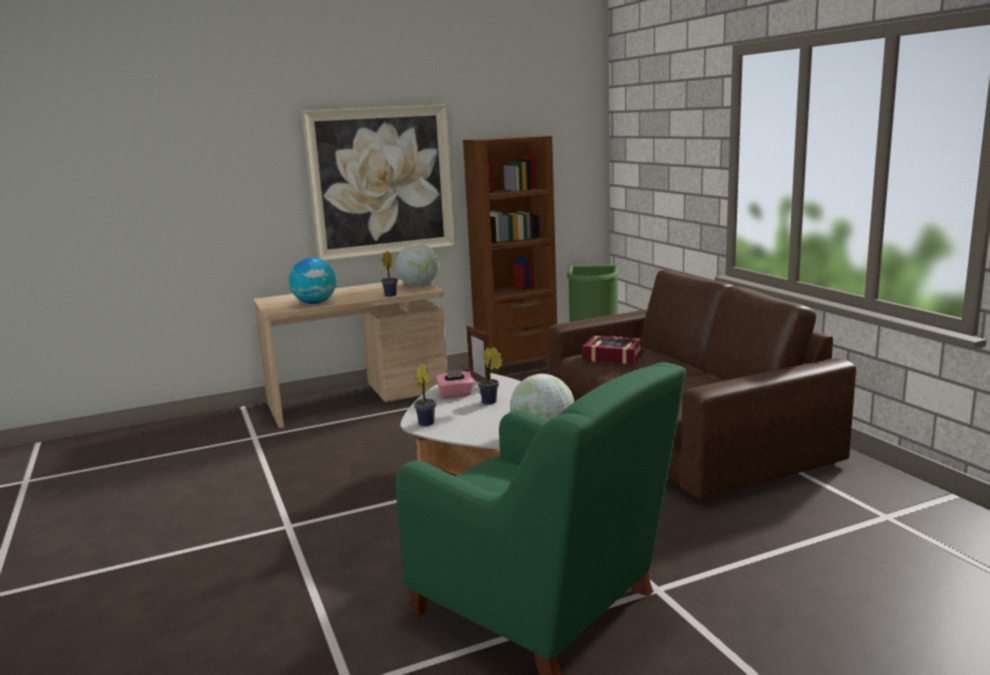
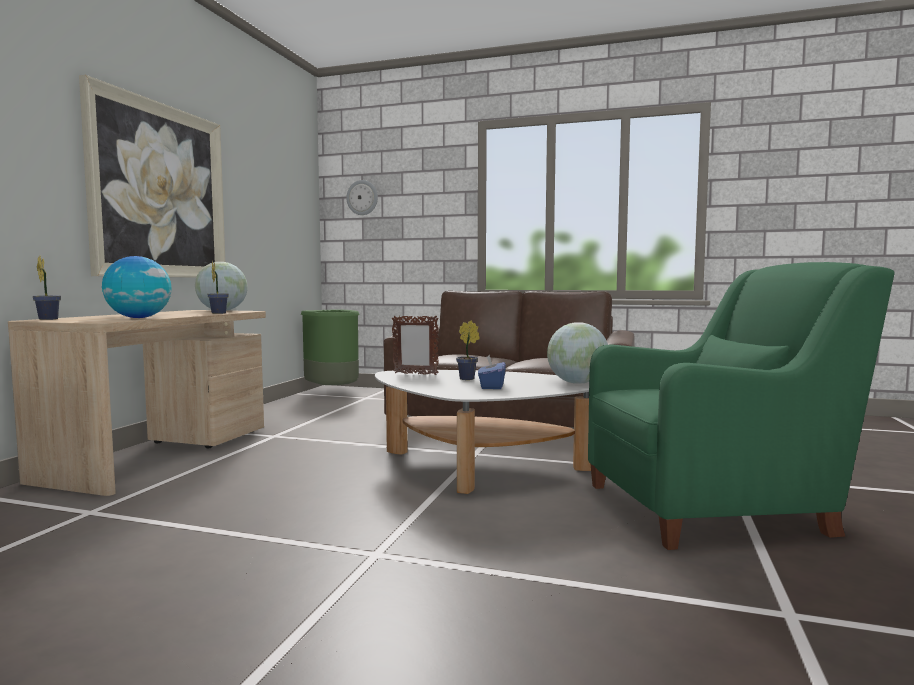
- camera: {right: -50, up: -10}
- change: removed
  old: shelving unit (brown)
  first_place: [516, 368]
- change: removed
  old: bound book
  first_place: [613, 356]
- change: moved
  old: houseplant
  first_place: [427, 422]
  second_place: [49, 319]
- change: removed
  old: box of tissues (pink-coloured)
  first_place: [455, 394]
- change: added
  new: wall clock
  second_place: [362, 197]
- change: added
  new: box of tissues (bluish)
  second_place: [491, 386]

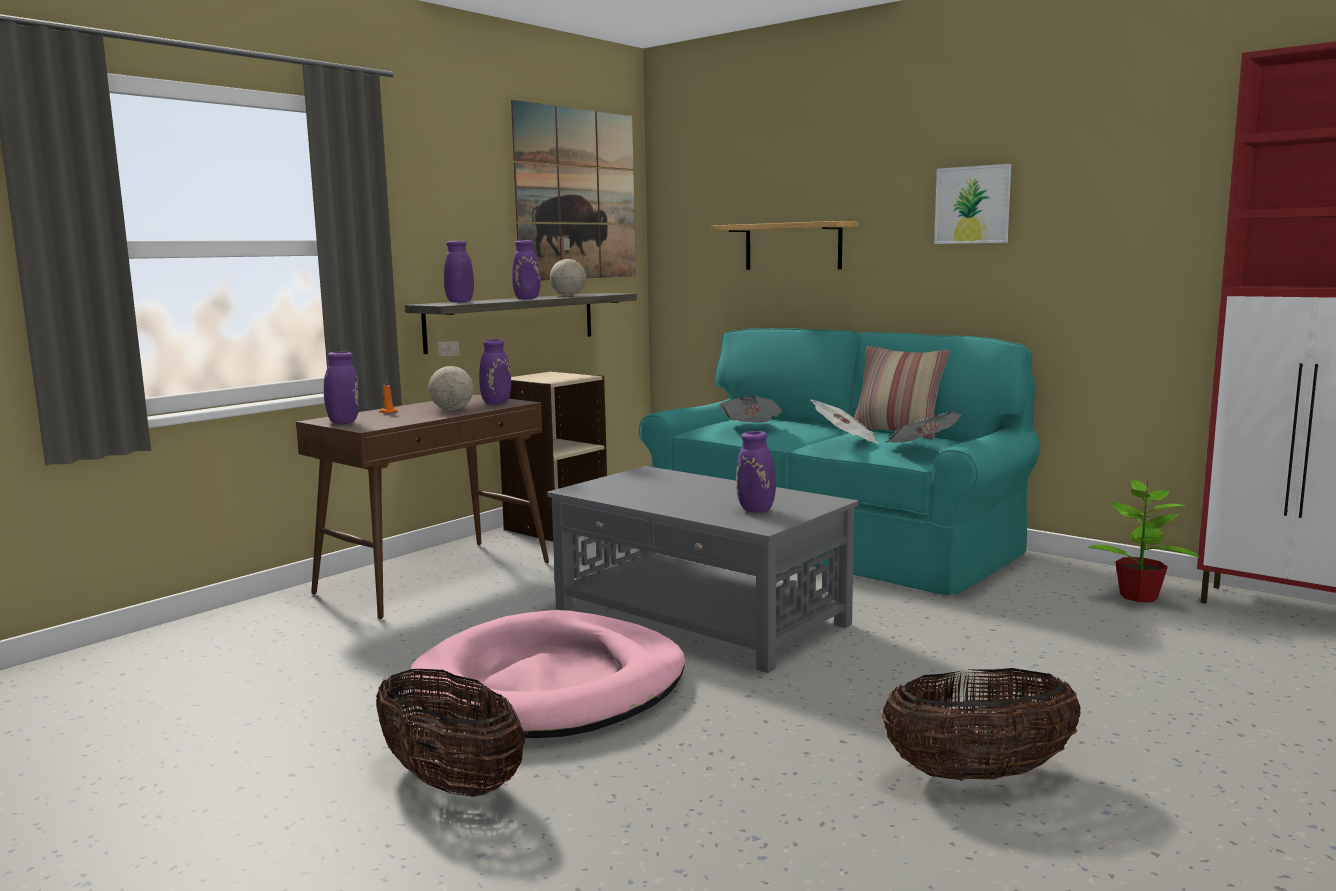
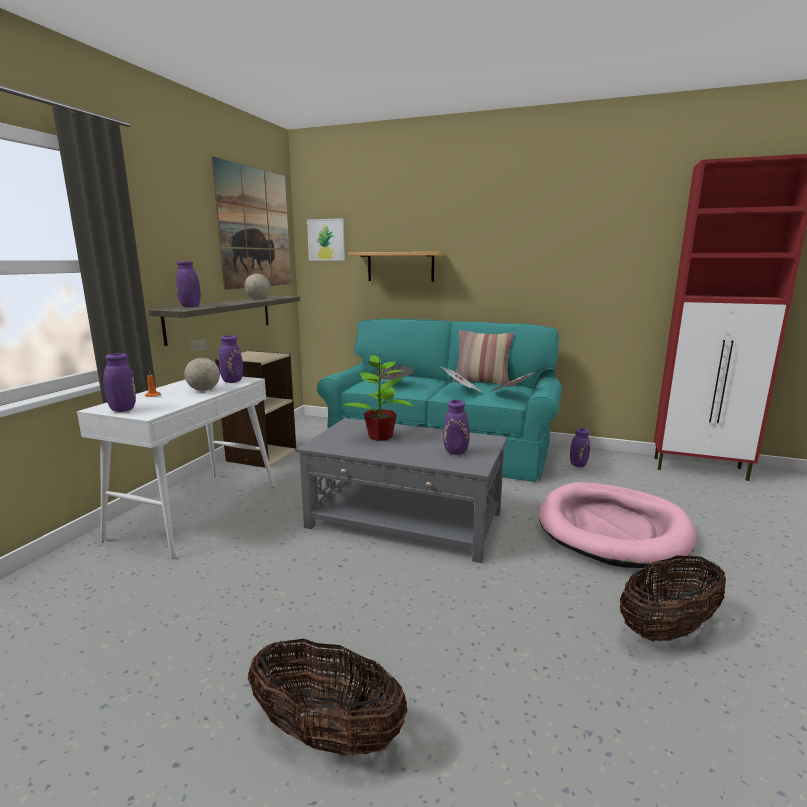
- camera: {right: -20, up: 5}
- change: moved
  old: wall picture
  first_place: [972, 205]
  second_place: [326, 240]
- change: moved
  old: vase (purple-coloured)
  first_place: [528, 299]
  second_place: [578, 465]
- change: recoloured
  old: narrow table (brown)
  new: narrow table (white-coloured)
  first_place: [435, 577]
  second_place: [197, 510]
- change: moved
  old: houseplant
  first_place: [1138, 597]
  second_place: [380, 437]
- change: moved
  old: pet bed (pink-coloured)
  first_place: [551, 685]
  second_place: [613, 529]

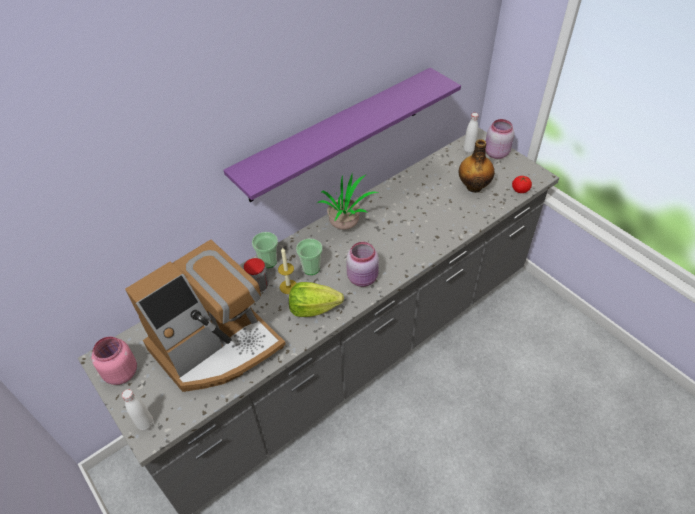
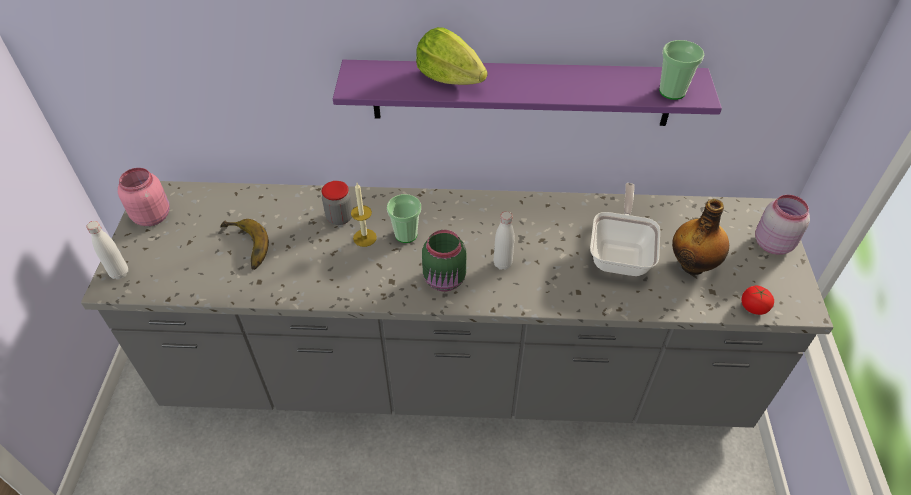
- camera: {right: 40, up: 0}
- change: moved
  old: beverage bottle (white-coloured)
  first_place: [468, 150]
  second_place: [502, 264]
- change: removed
  old: houseplant
  first_place: [346, 225]
- change: moved
  old: small cup
  first_place: [268, 261]
  second_place: [672, 92]
- change: replaced
  old: coffee machine
  new: banana fruit
  first_place: [216, 346]
  second_place: [243, 247]
- change: recoloured
  old: preserve jar (pink-coloured)
  new: preserve jar (green-coloured)
  first_place: [363, 278]
  second_place: [445, 280]
- change: moved
  old: head of lettuce
  first_place: [313, 308]
  second_place: [450, 78]
- change: added
  new: frying pan
  second_place: [621, 254]

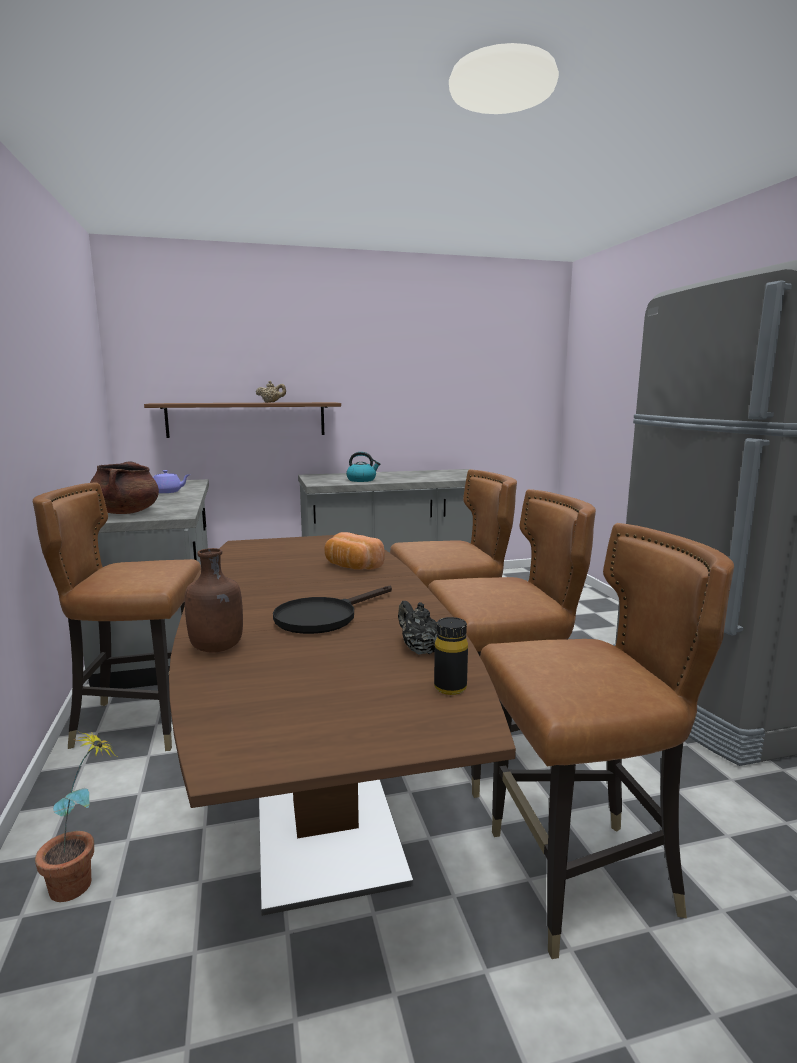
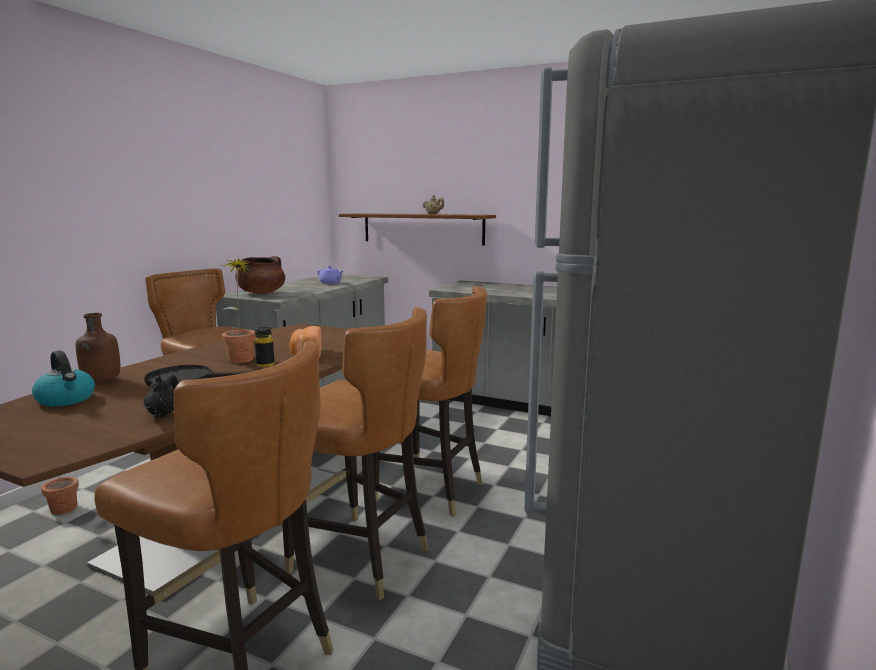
- camera: {right: 40, up: 0}
- change: moved
  old: kettle
  first_place: [362, 480]
  second_place: [66, 399]
- change: moved
  old: beverage bottle (black-coloured)
  first_place: [450, 688]
  second_place: [265, 365]
- change: added
  new: houseplant
  second_place: [242, 357]

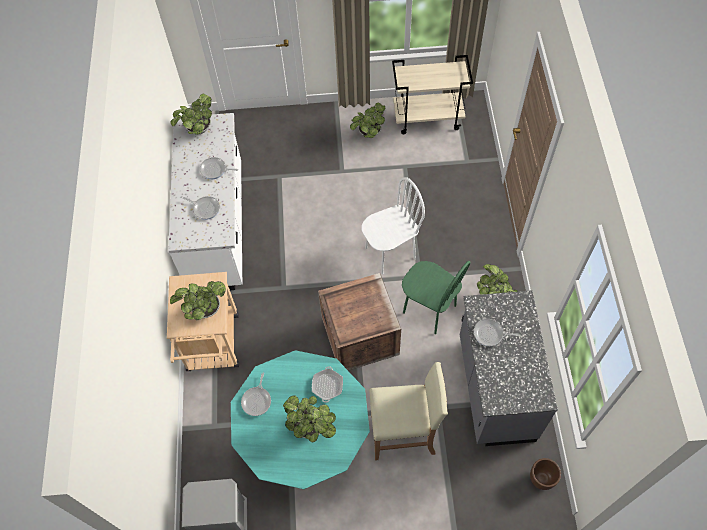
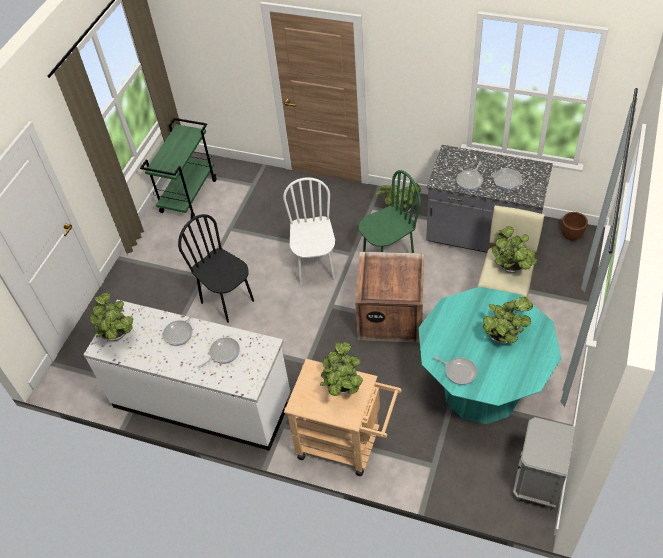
- camera: {right: -65, up: -10}
- change: recoloured
  old: cart (beige)
  new: cart (green-coloured)
  first_place: [428, 118]
  second_place: [188, 195]
- change: moved
  old: houseplant
  first_place: [368, 134]
  second_place: [512, 269]
- change: moved
  old: frying pan
  first_place: [327, 386]
  second_place: [507, 181]
- change: added
  new: upright chair (black-coloured)
  second_place: [228, 301]

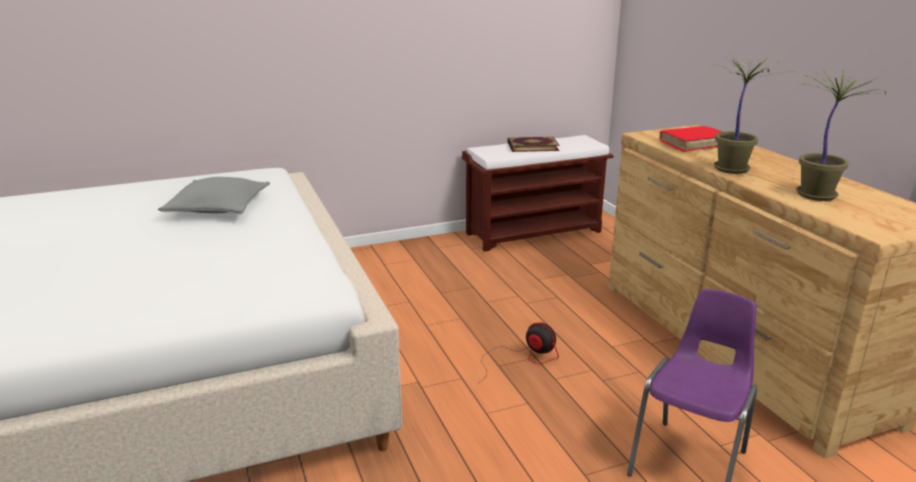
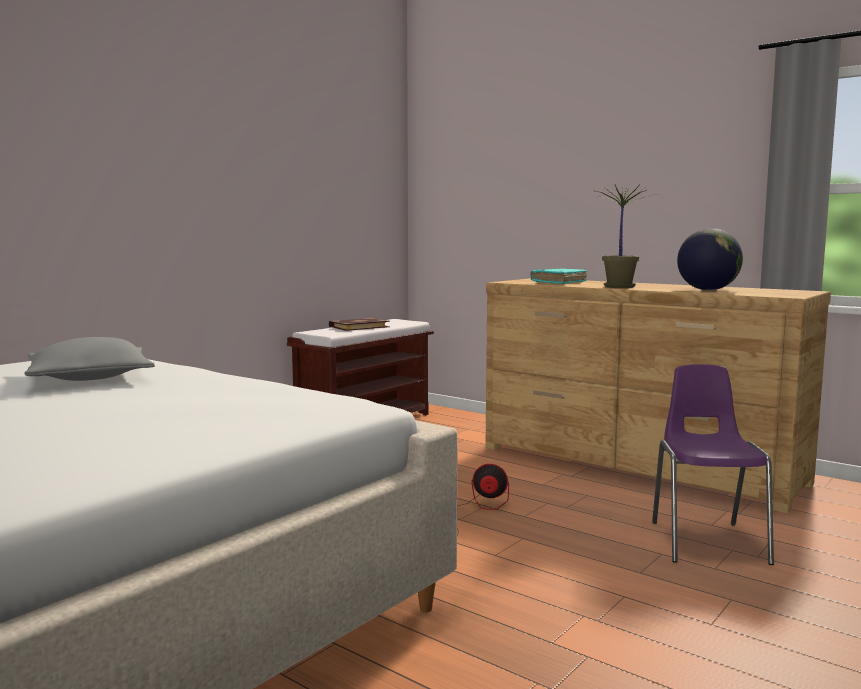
- camera: {right: -30, up: -15}
- change: replaced
  old: houseplant
  new: desk globe
  first_place: [817, 195]
  second_place: [708, 290]
- change: recoloured
  old: bound book (red-coloured)
  new: bound book (turquoise-coloured)
  first_place: [693, 145]
  second_place: [558, 282]

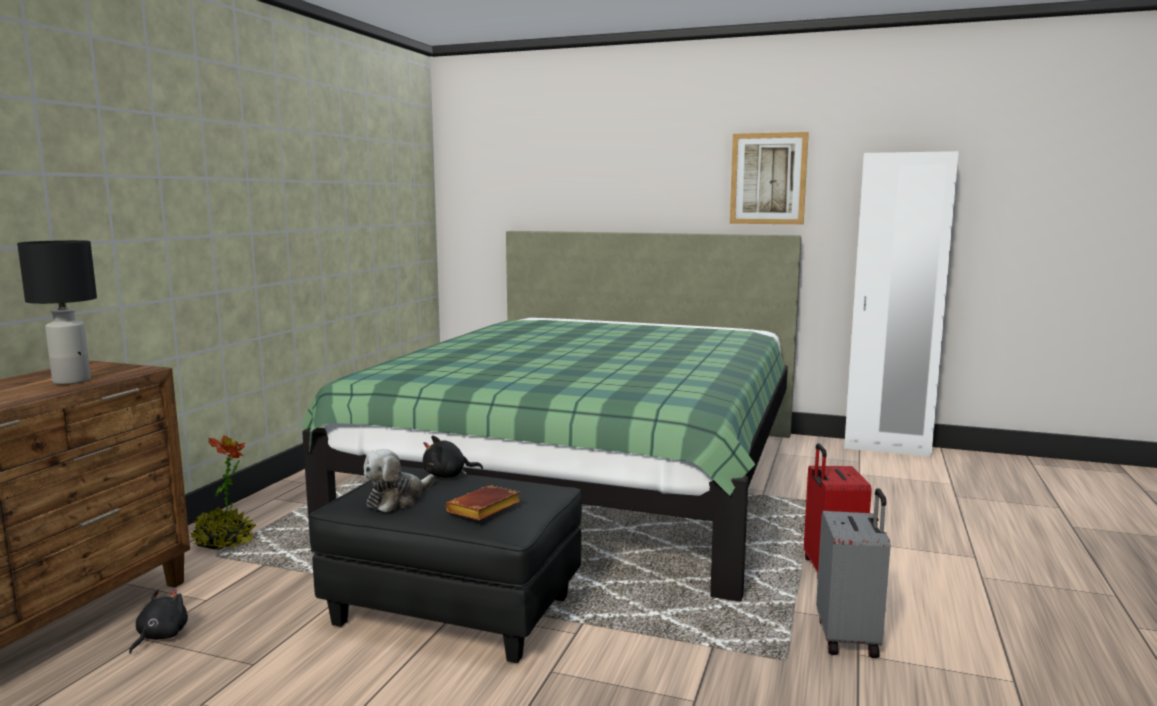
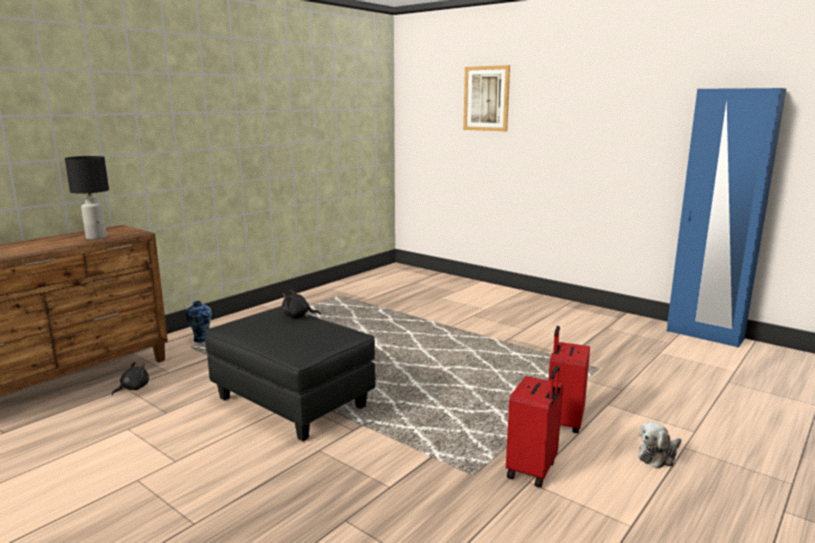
- camera: {right: 20, up: 5}
- change: moved
  old: wall picture
  first_place: [768, 179]
  second_place: [486, 98]
- change: recoloured
  old: armoire (white-coloured)
  new: armoire (bluish)
  first_place: [886, 448]
  second_place: [704, 335]
- change: removed
  old: bed (green-coloured)
  first_place: [588, 476]
- change: replaced
  old: houseplant
  new: vase
  first_place: [224, 542]
  second_place: [201, 339]
- change: moved
  old: soft toy
  first_place: [397, 499]
  second_place: [658, 456]
- change: removed
  old: bound book (brown)
  first_place: [484, 510]
- change: recoloured
  old: piece of luggage (greyish)
  new: piece of luggage (red-coloured)
  first_place: [849, 638]
  second_place: [533, 470]

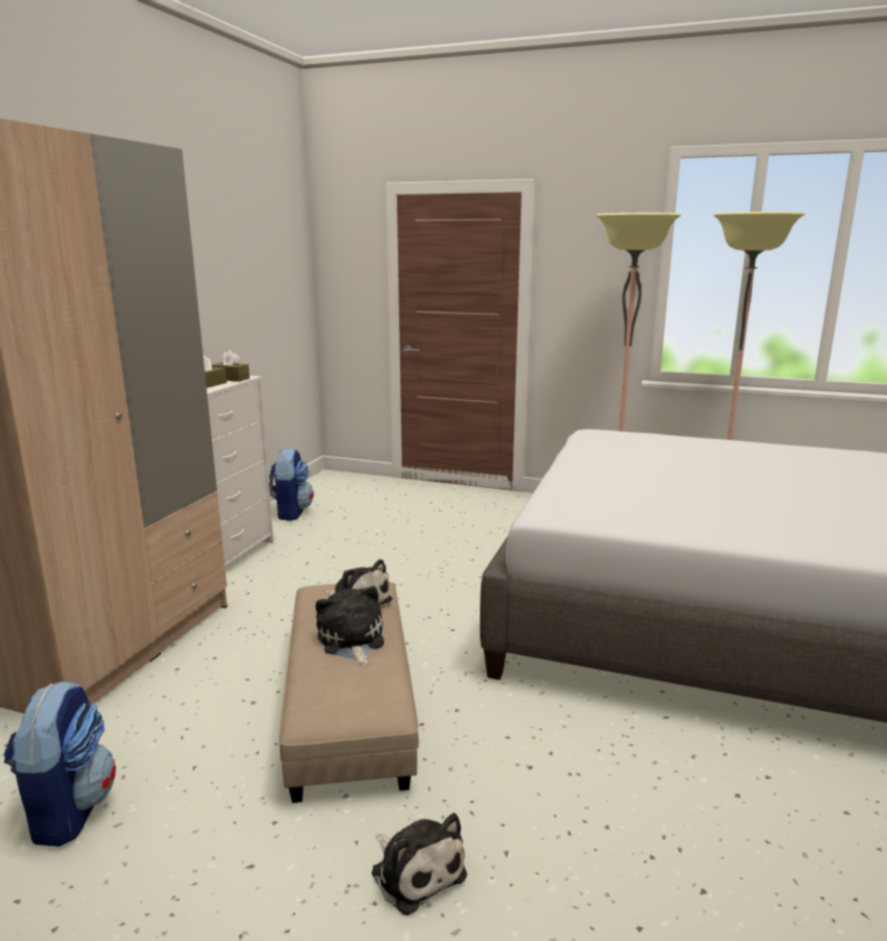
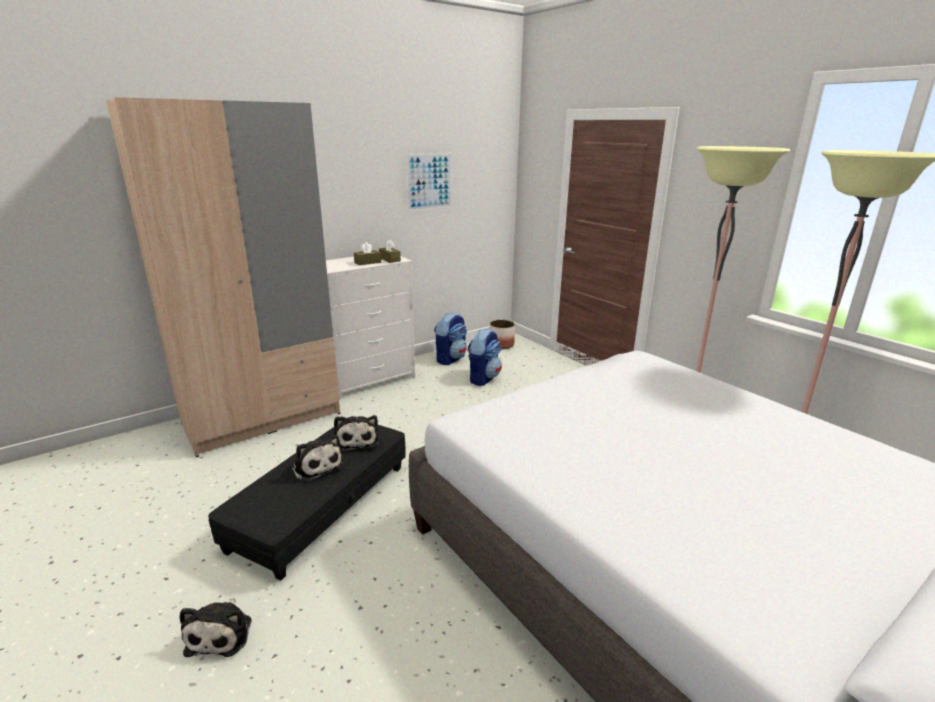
- camera: {right: 35, up: 5}
- change: recoloured
  old: footrest (beige)
  new: footrest (black-coloured)
  first_place: [349, 702]
  second_place: [322, 506]
- change: turned
  old: soft toy
  first_place: [351, 641]
  second_place: [316, 466]
  degrees: 120
- change: moved
  old: knapsack
  first_place: [69, 809]
  second_place: [483, 378]
- change: added
  new: wall picture
  second_place: [429, 181]
- change: added
  new: planter
  second_place: [501, 345]

